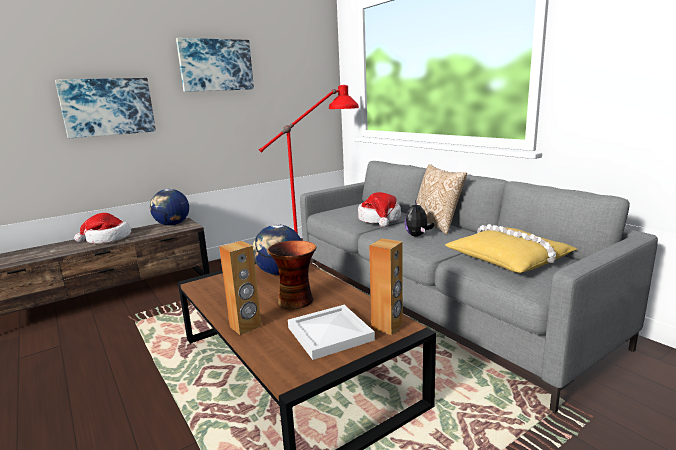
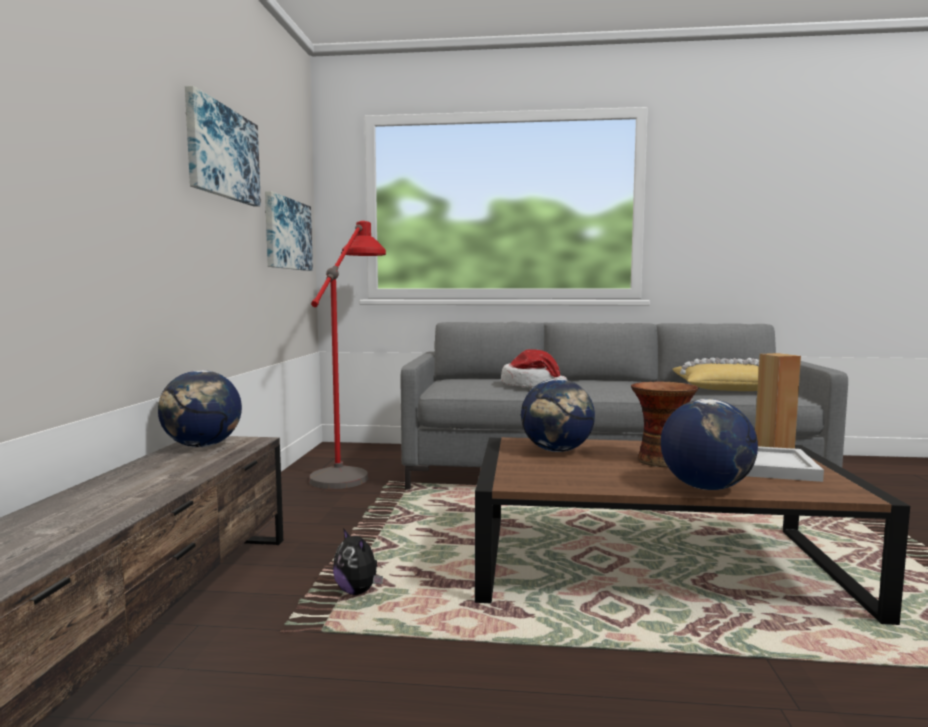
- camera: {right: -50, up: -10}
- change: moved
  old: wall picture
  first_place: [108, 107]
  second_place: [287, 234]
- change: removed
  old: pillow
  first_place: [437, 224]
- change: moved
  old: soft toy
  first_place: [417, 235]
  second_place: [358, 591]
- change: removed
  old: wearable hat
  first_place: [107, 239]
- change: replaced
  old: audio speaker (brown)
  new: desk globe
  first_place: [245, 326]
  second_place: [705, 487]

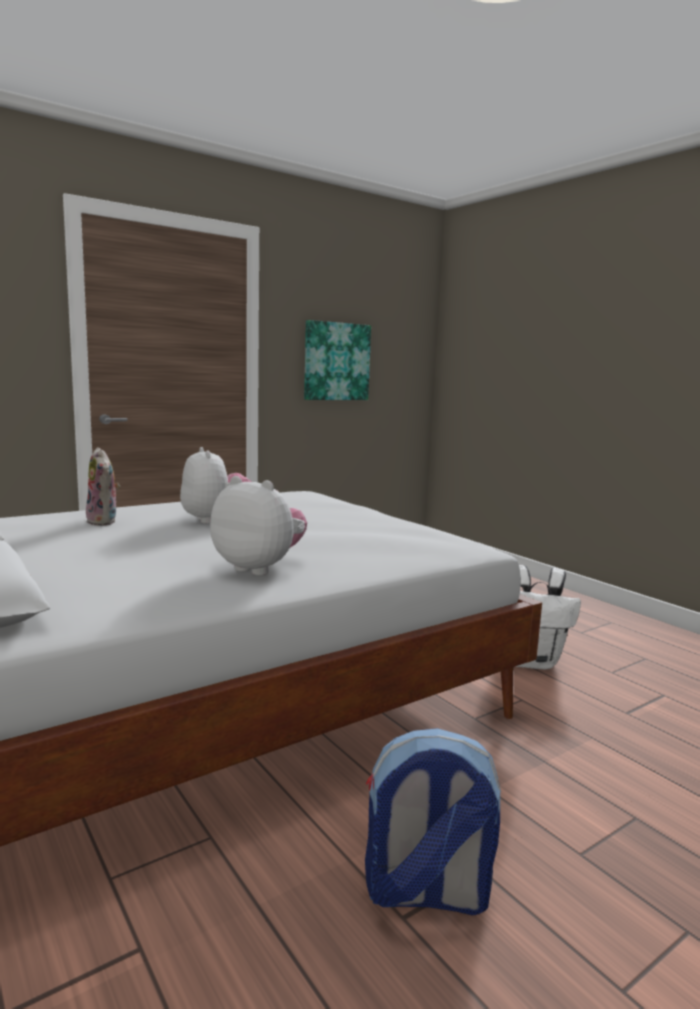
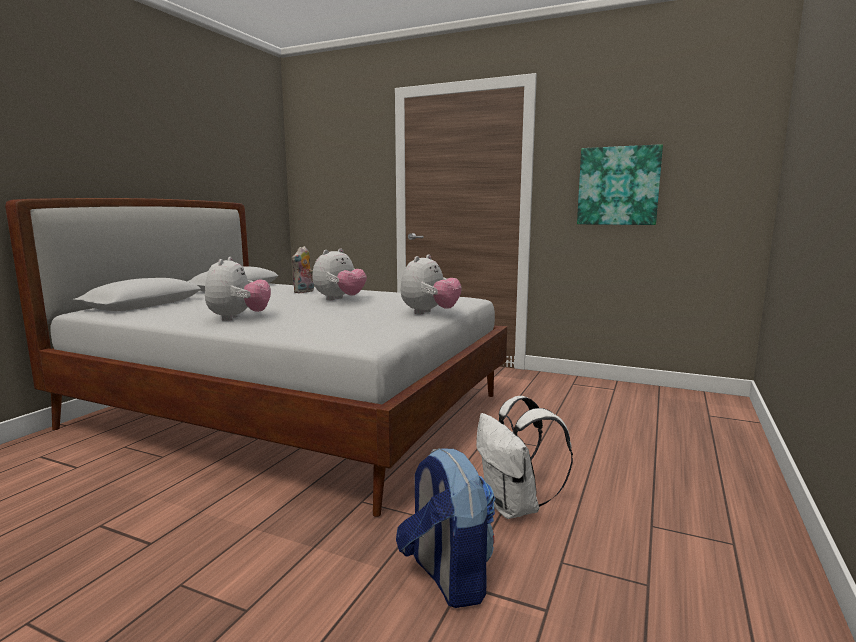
- camera: {right: 60, up: 0}
- change: moved
  old: knapsack
  first_place: [425, 893]
  second_place: [446, 577]
- change: added
  new: soft toy
  second_place: [429, 313]

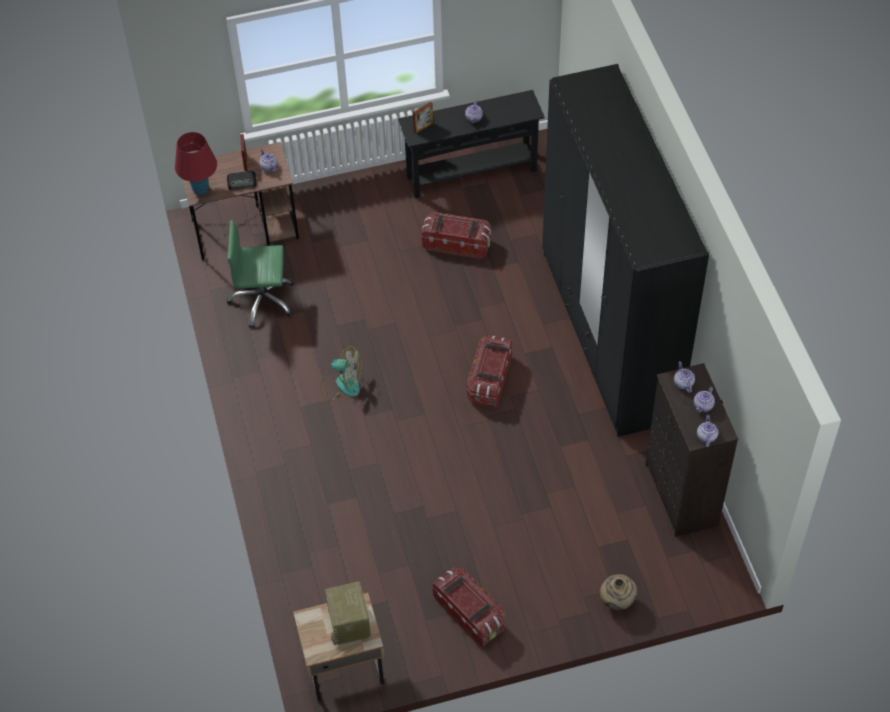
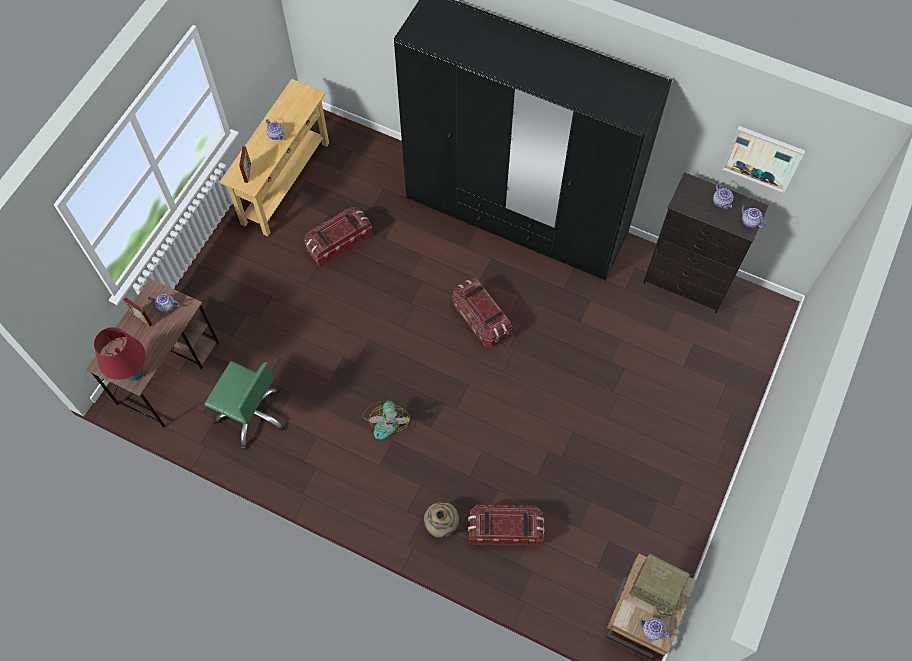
- camera: {right: -50, up: 10}
- change: recoloured
  old: narrow table (black-coloured)
  new: narrow table (beige)
  first_place: [471, 173]
  second_place: [285, 182]
- change: removed
  old: radio receiver
  first_place: [242, 182]
- change: turned
  old: office chair (green-coloured)
  first_place: [263, 301]
  second_place: [251, 414]
  degrees: -105
- change: turned
  old: cooling fan
  first_place: [341, 383]
  second_place: [386, 420]
  degrees: 120
- change: moved
  old: pot for tea
  first_place: [683, 383]
  second_place: [652, 630]
- change: moved
  old: storage bin
  first_place: [469, 613]
  second_place: [504, 530]
- change: moved
  old: vase (beige)
  first_place: [616, 601]
  second_place: [441, 525]
- change: added
  new: wall picture
  second_place: [762, 158]

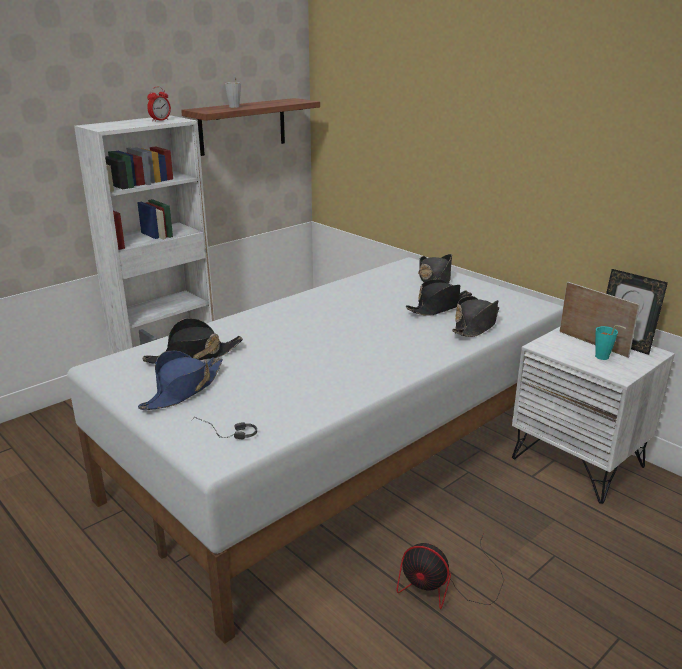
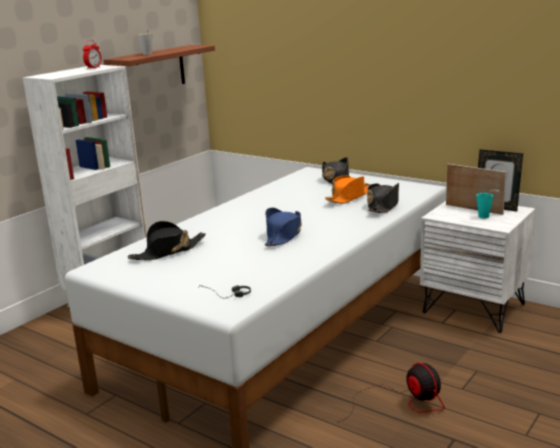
- camera: {right: -10, up: -5}
- change: recoloured
  old: wearable hat (black-coloured)
  new: wearable hat (orange-coloured)
  first_place: [439, 307]
  second_place: [349, 197]
- change: moved
  old: wearable hat (bluish)
  first_place: [183, 390]
  second_place: [283, 235]
- change: turned
  old: cooling fan
  first_place: [446, 586]
  second_place: [402, 402]
  degrees: -135

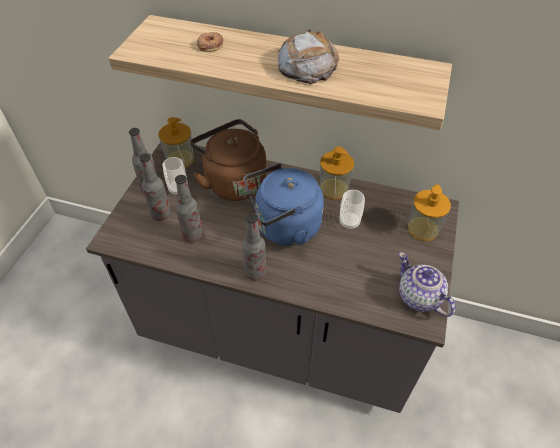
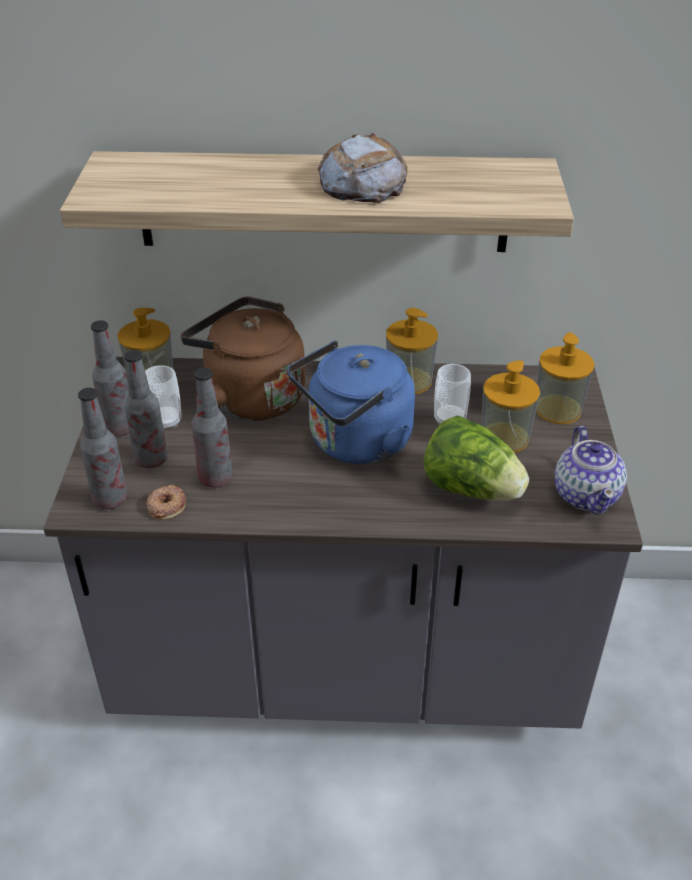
- camera: {right: -15, up: -10}
- change: moved
  old: doughnut
  first_place: [210, 45]
  second_place: [166, 506]
- change: moved
  old: beverage bottle
  first_place: [255, 272]
  second_place: [110, 499]
- change: turned
  old: pot for tea
  first_place: [419, 297]
  second_place: [586, 494]
  degrees: -135
- change: added
  new: soap bottle
  second_place: [504, 437]
- change: added
  new: head of lettuce
  second_place: [471, 489]

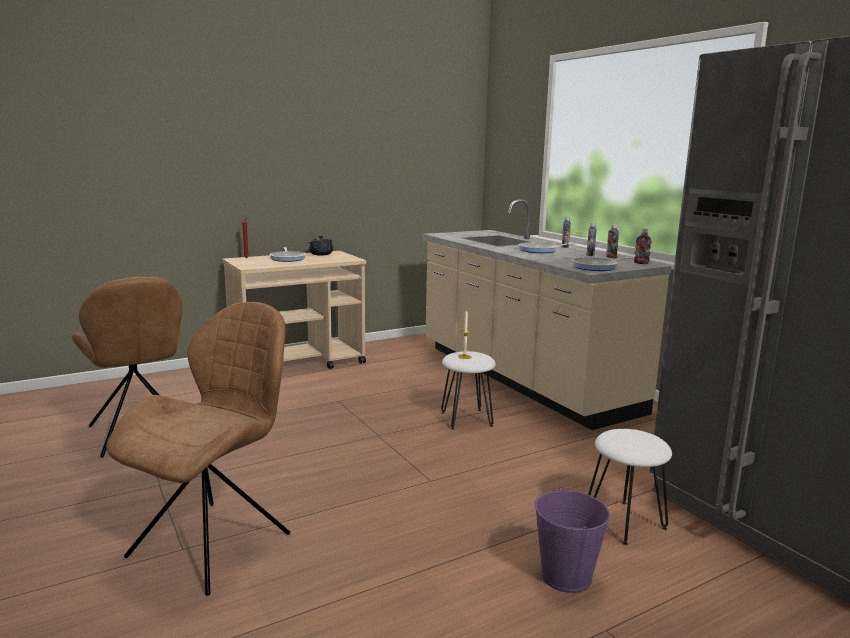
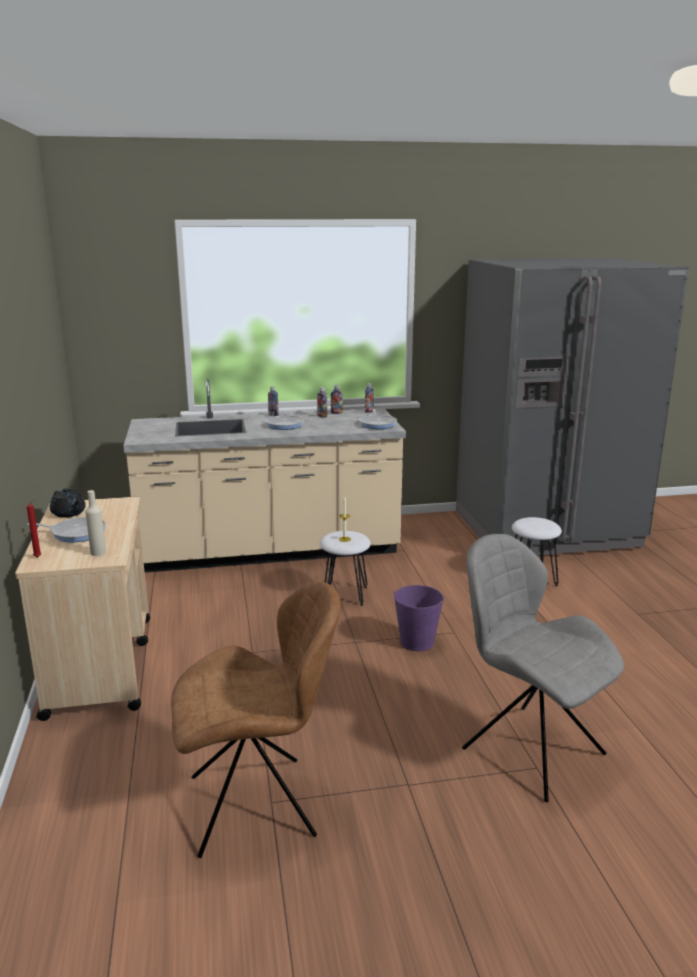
- camera: {right: -70, up: 5}
- change: recoloured
  old: upright chair (brown)
  new: upright chair (greyish)
  first_place: [215, 542]
  second_place: [529, 749]
- change: moved
  old: pail (purple-coloured)
  first_place: [566, 576]
  second_place: [416, 642]
- change: added
  new: beverage bottle (beige)
  second_place: [98, 552]

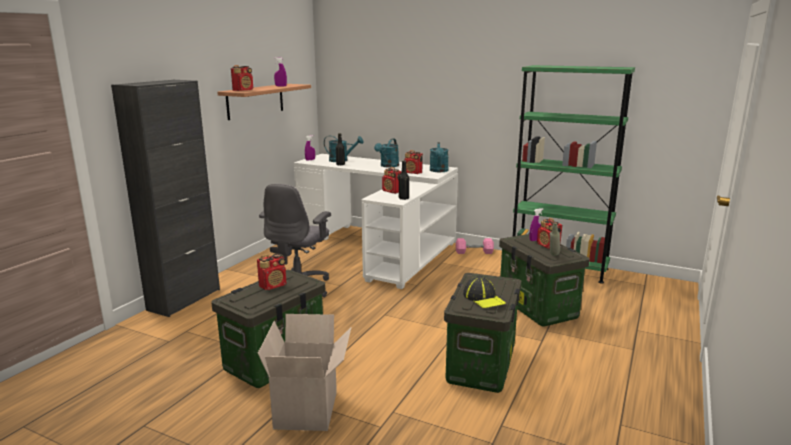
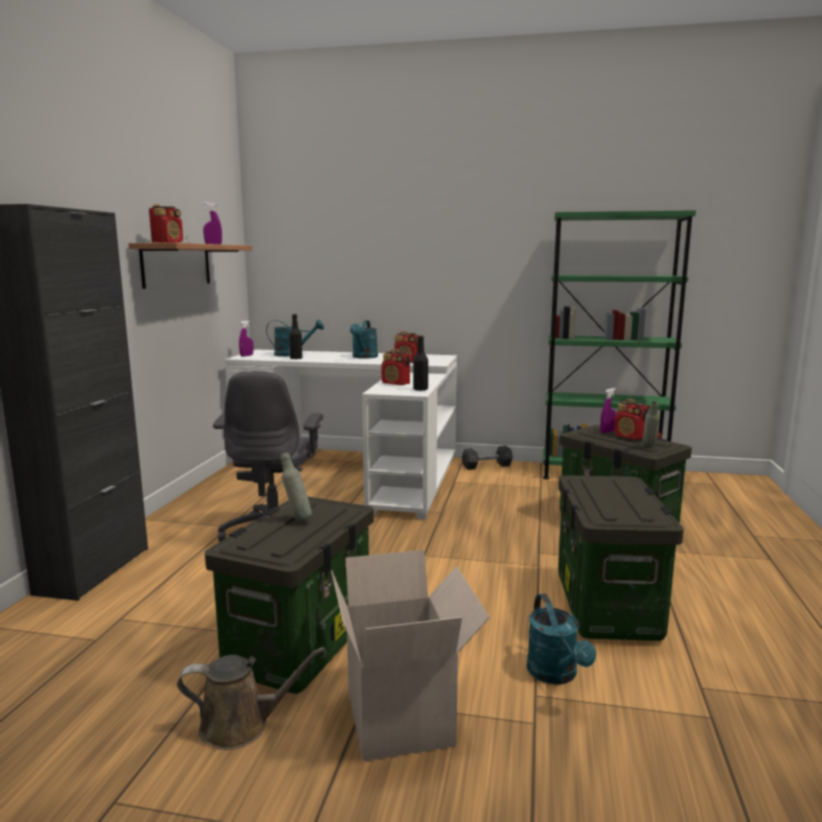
- camera: {right: -15, up: -5}
- change: moved
  old: watering pot (turquoise-coloured)
  first_place: [439, 171]
  second_place: [556, 675]
- change: recoloured
  old: dumbbell (pink-coloured)
  new: dumbbell (greyish)
  first_place: [474, 252]
  second_place: [486, 466]
- change: replaced
  old: radio receiver
  new: beverage bottle (greyish)
  first_place: [273, 285]
  second_place: [297, 518]
- change: removed
  old: cap
  first_place: [484, 298]
- change: added
  new: watering pot (brown)
  second_place: [241, 726]

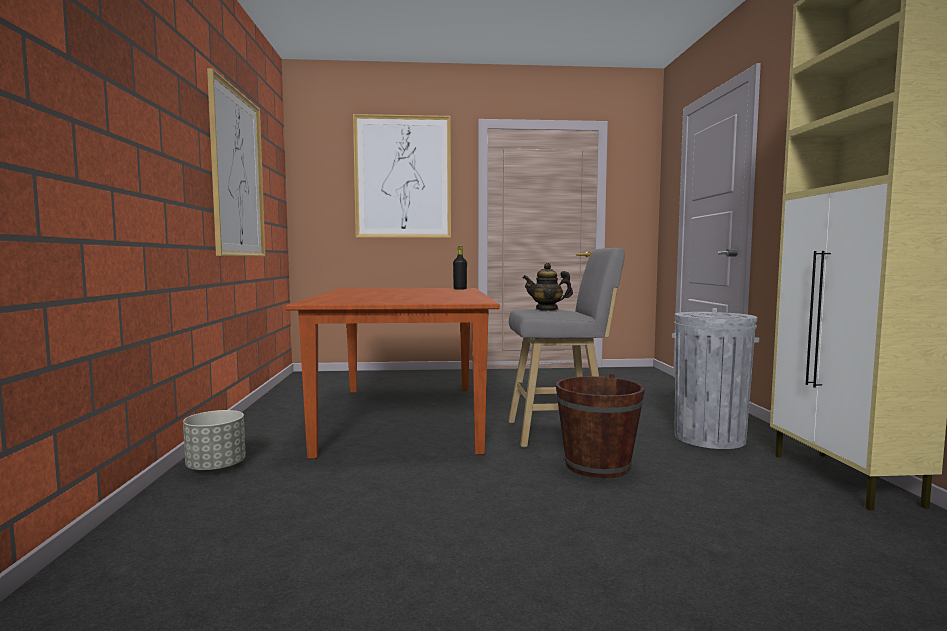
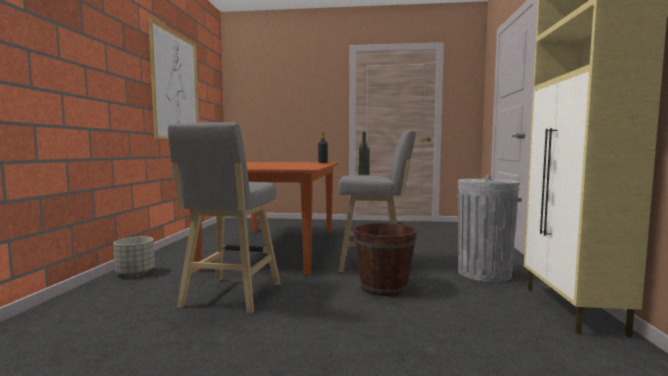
- camera: {right: 10, up: 0}
- change: removed
  old: wall picture
  first_place: [403, 177]
- change: replaced
  old: pot for tea
  new: beverage bottle
  first_place: [547, 309]
  second_place: [363, 175]
- change: added
  new: sitting stool (greyish)
  second_place: [230, 297]

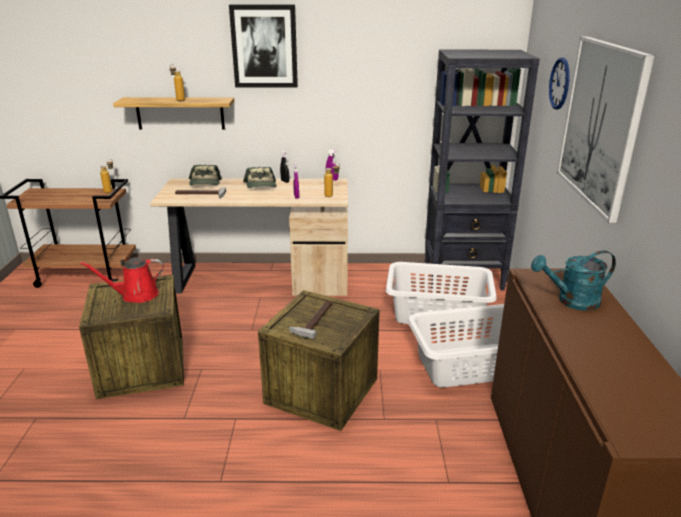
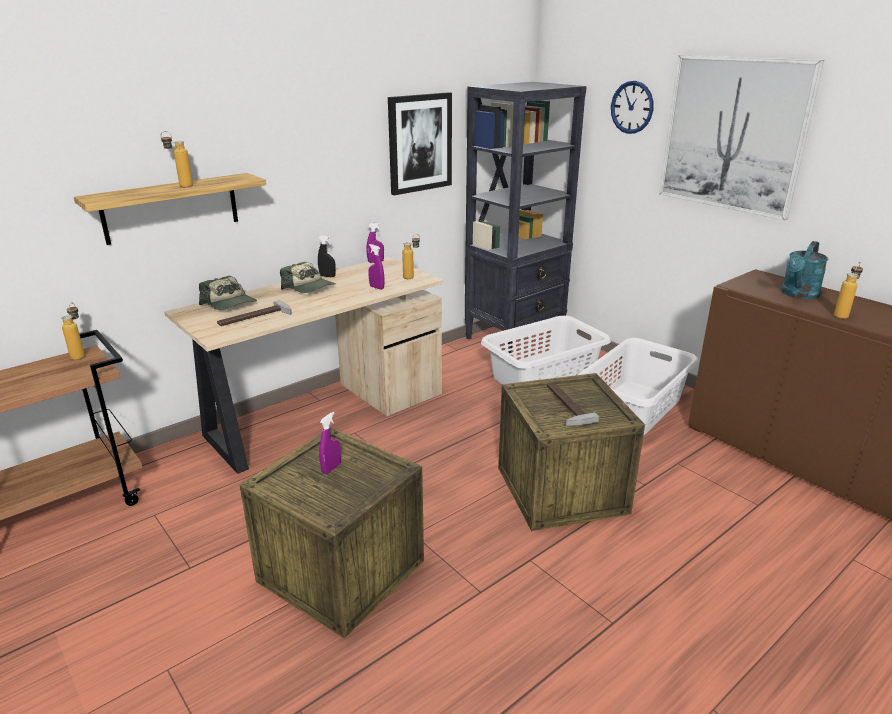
- camera: {right: -40, up: 0}
- change: moved
  old: wall picture
  first_place: [264, 46]
  second_place: [419, 143]
- change: replaced
  old: watering pot (red-coloured)
  new: spray bottle (purple-coloured)
  first_place: [136, 295]
  second_place: [331, 468]
- change: added
  new: beverage bottle
  second_place: [842, 315]

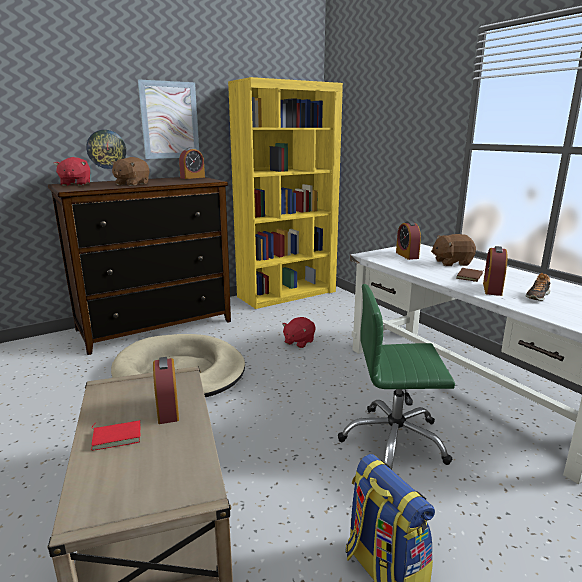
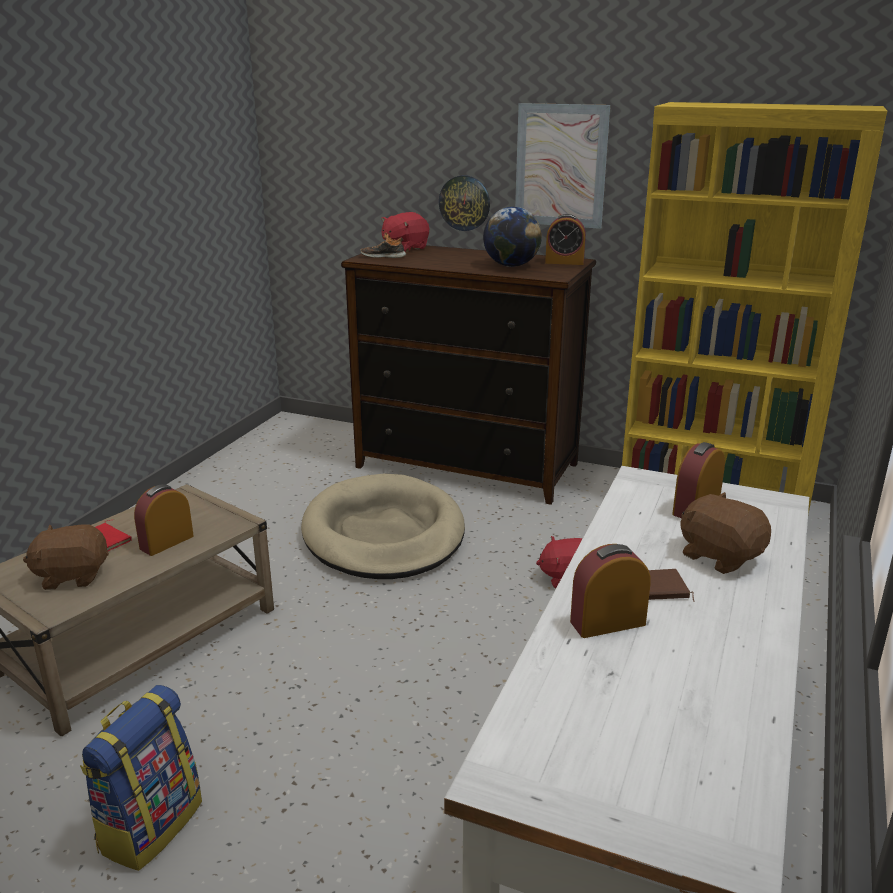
- camera: {right: 55, up: 5}
- change: moved
  old: soft toy (brown)
  first_place: [131, 184]
  second_place: [72, 576]
- change: moved
  old: item of footwear
  first_place: [537, 296]
  second_place: [383, 256]
- change: removed
  old: office chair (green-coloured)
  first_place: [394, 441]
- change: added
  new: desk globe
  second_place: [511, 265]

